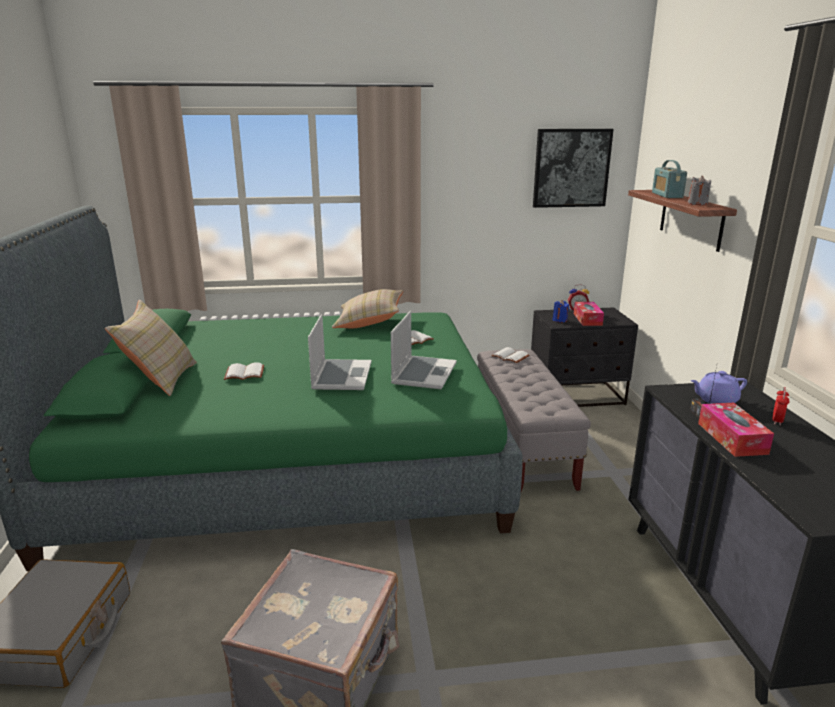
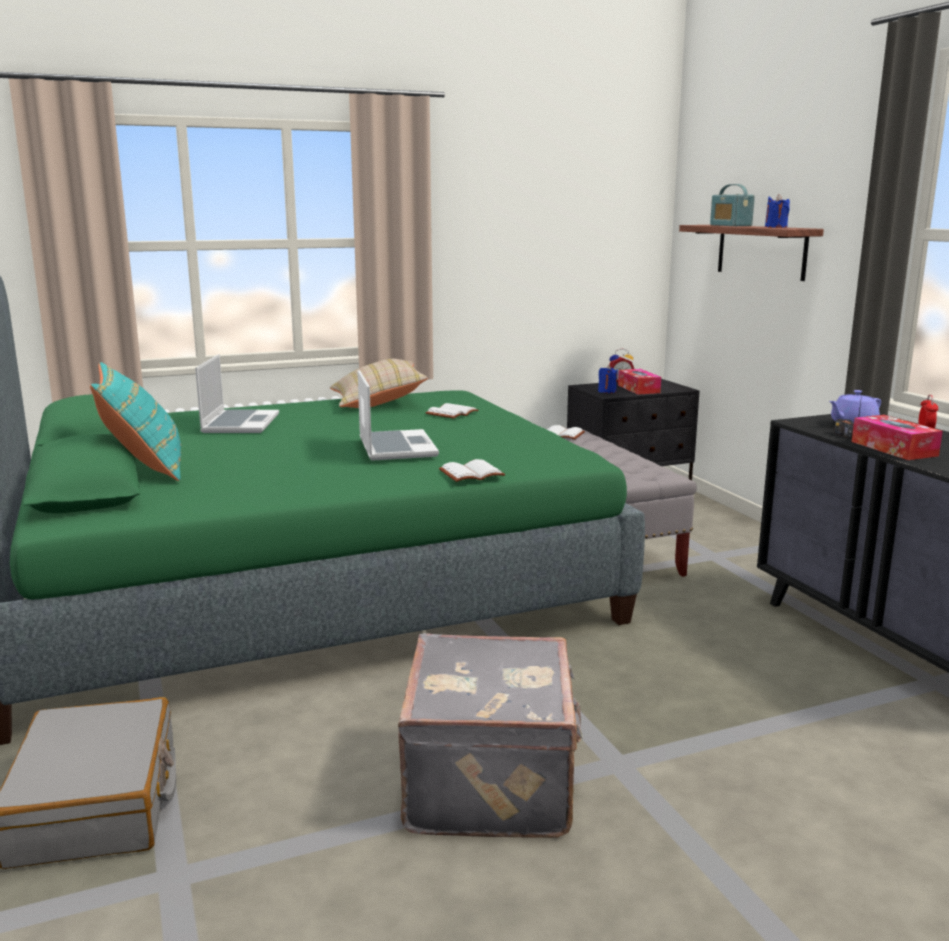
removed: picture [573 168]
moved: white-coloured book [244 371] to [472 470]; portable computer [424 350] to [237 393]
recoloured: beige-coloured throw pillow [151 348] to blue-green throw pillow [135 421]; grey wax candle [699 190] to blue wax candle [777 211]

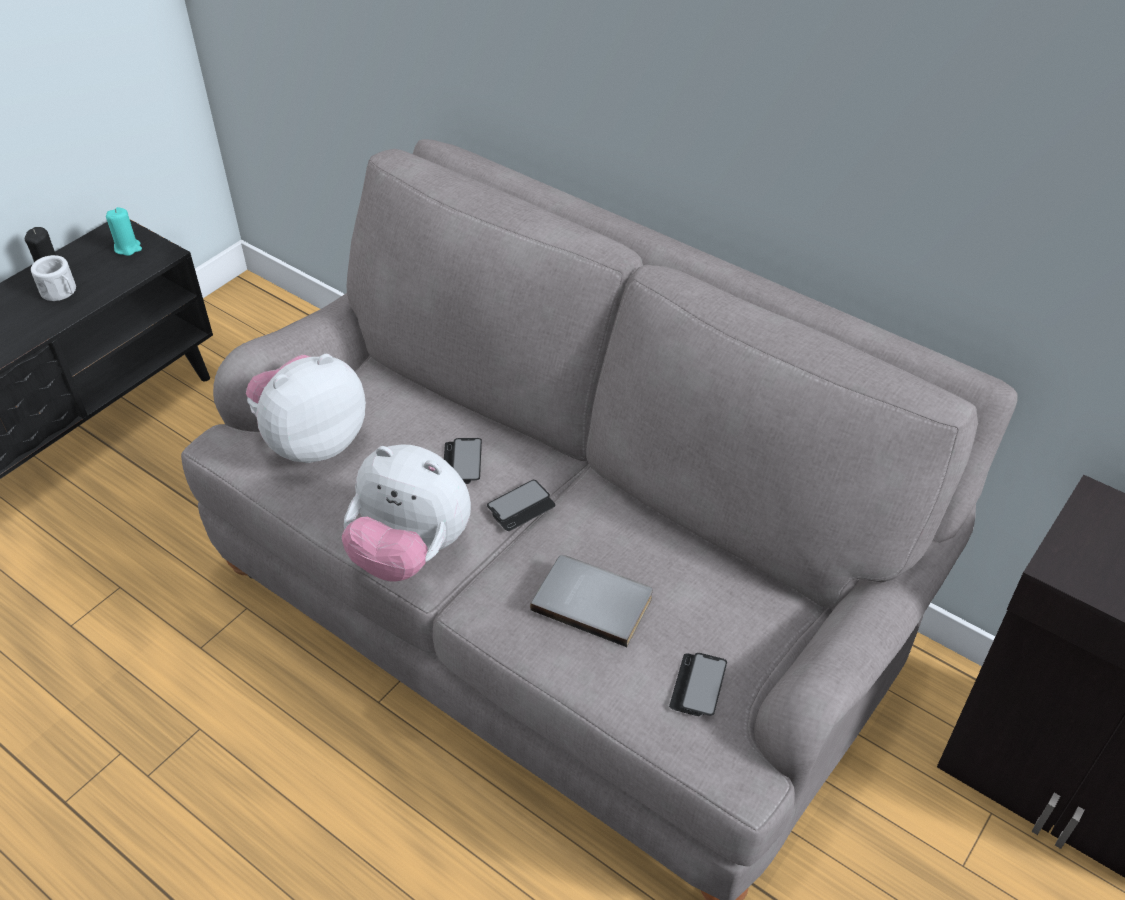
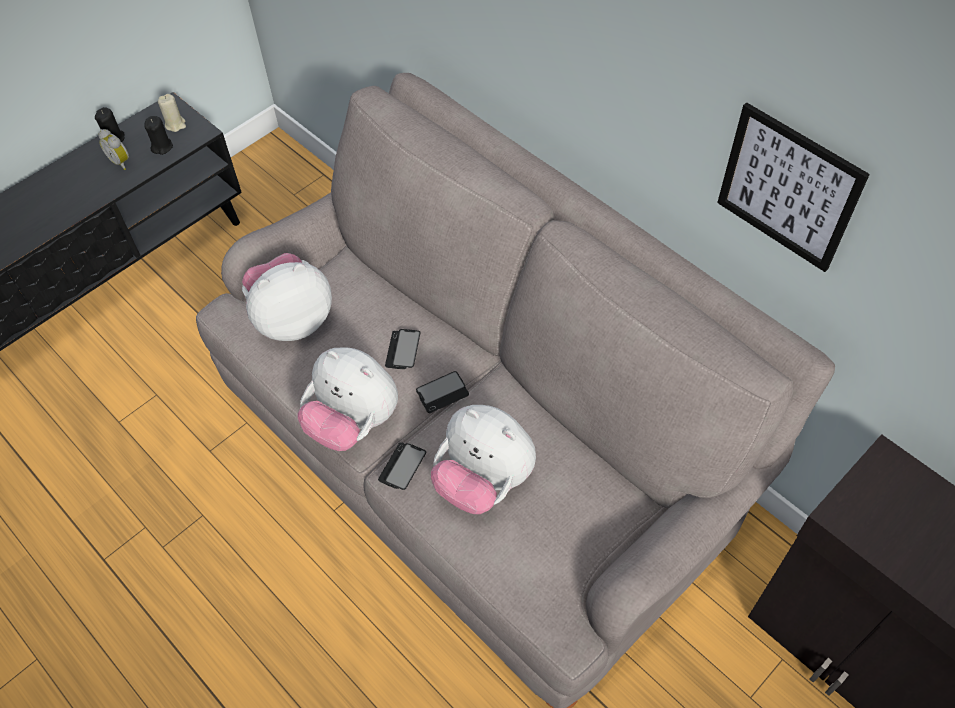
added: blackish wax candle [158 135]; picture [793 187]
moved: phone [698 684] to [402 466]
replaced: white-coloured mug [53 278] to bedside clock [113 149]; grey book [591 601] to soft toy [483 459]
recoloured: blue-green wax candle [124 231] to beige-coloured wax candle [172 113]

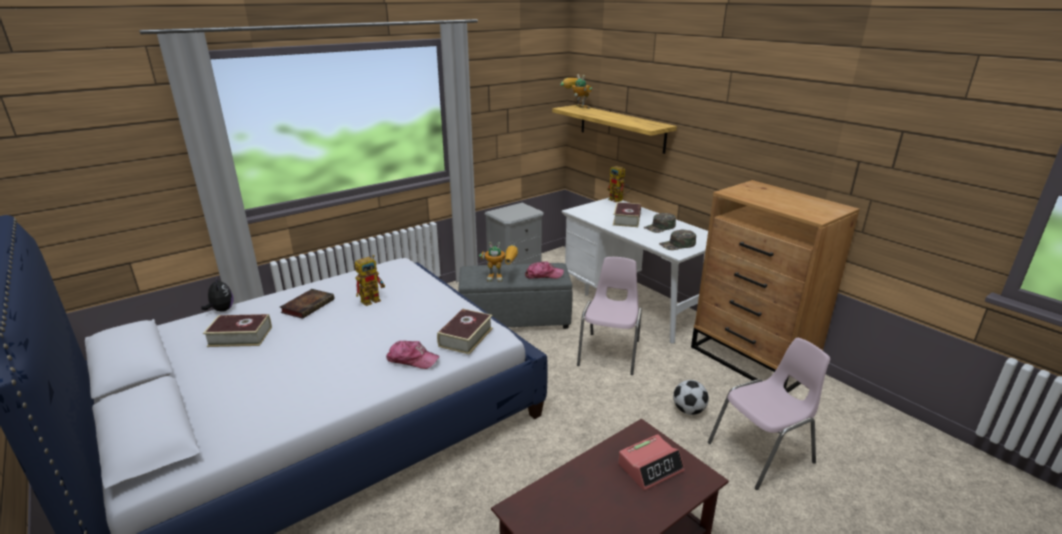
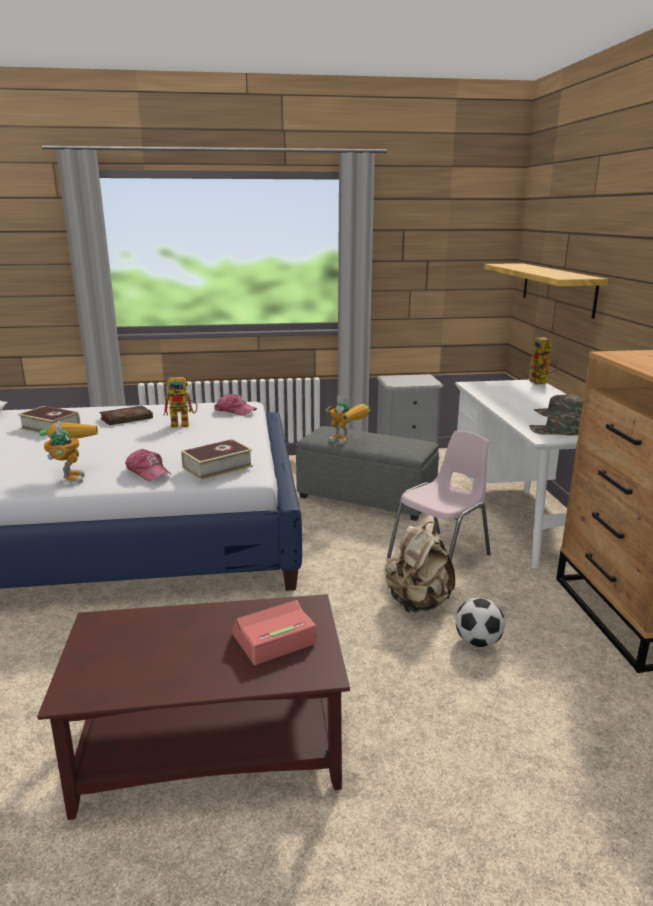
removed: soft toy [217 294]; book [627 214]; pink-coloured chair [769 414]
added: beige-coloured knapsack [420 567]
moved: peaked cap [544 270] to [236 405]; robot figure [576 91] to [68 452]
turned: bedside clock [651 462] = [274 632] 150 degrees clockwise

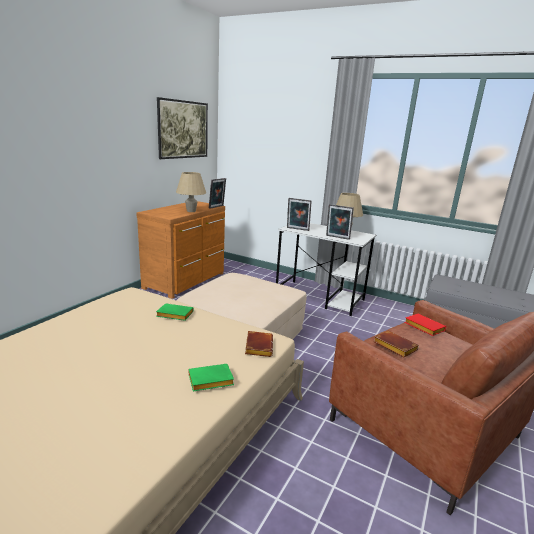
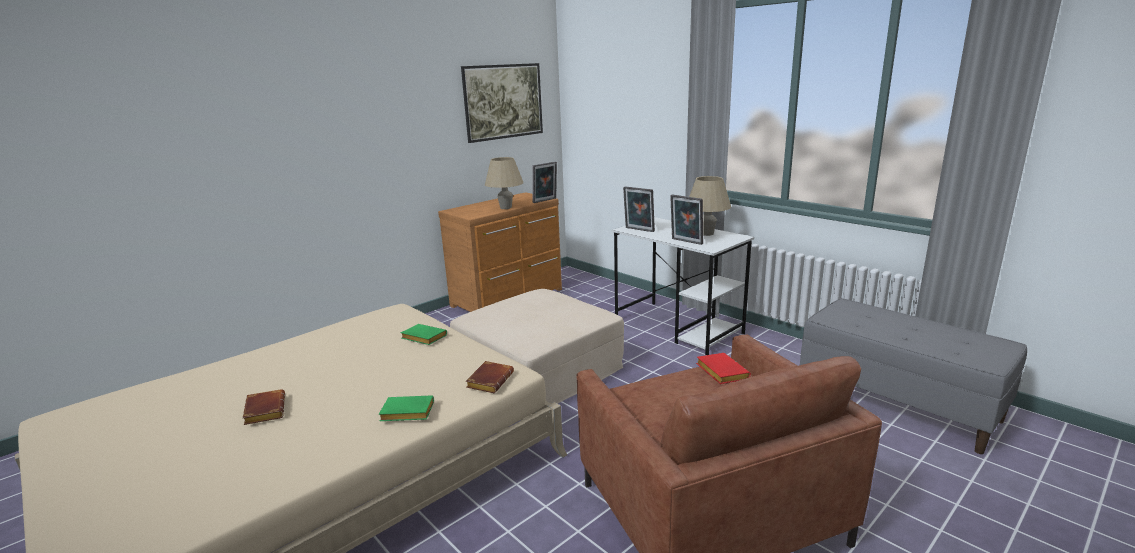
moved: brown book [396 344] to [264 407]

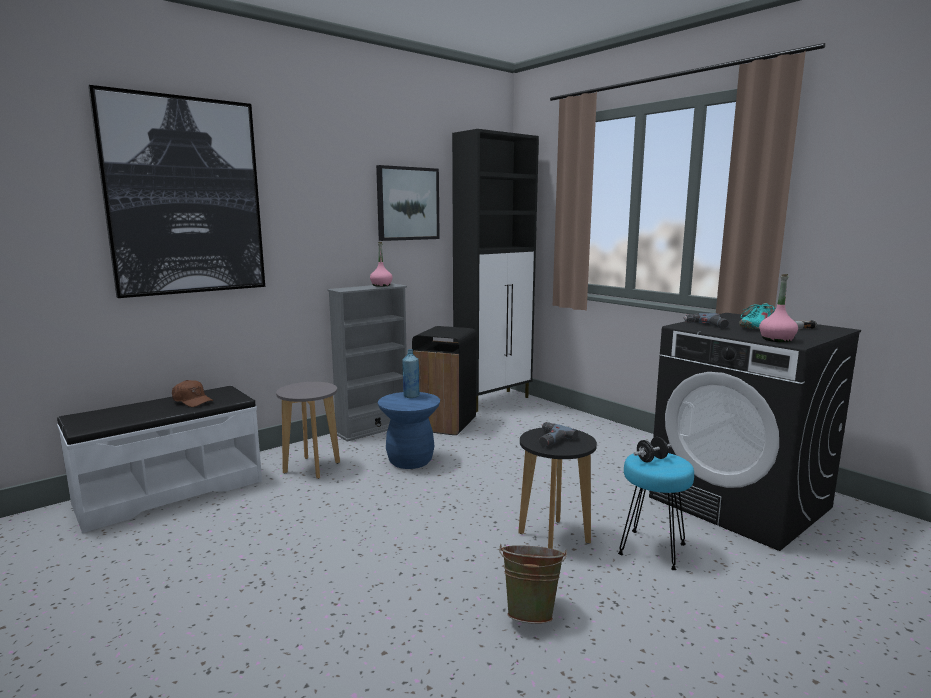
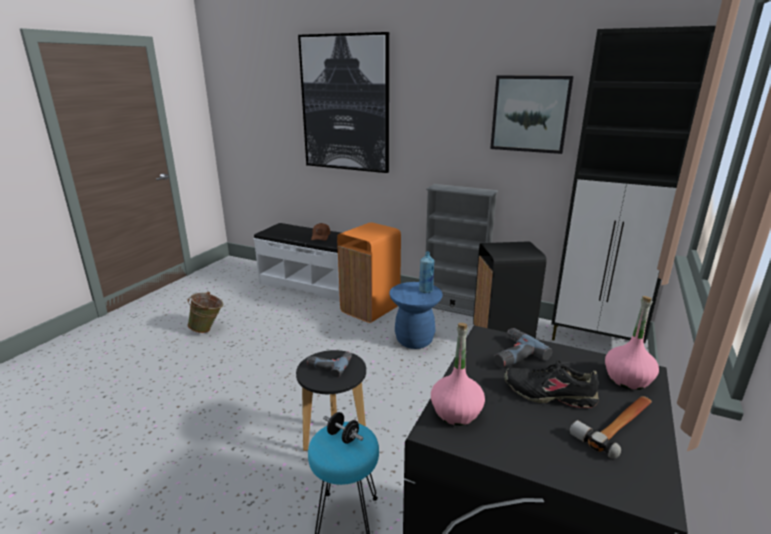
moved: pink-coloured bottle [381 264] to [632 343]; greenish pail [533 584] to [205 312]
replaced: grey stool seat [308 430] to orange rubbish bin [369 272]
recoloured: blue-green item of footwear [757 316] to blackish item of footwear [551 384]

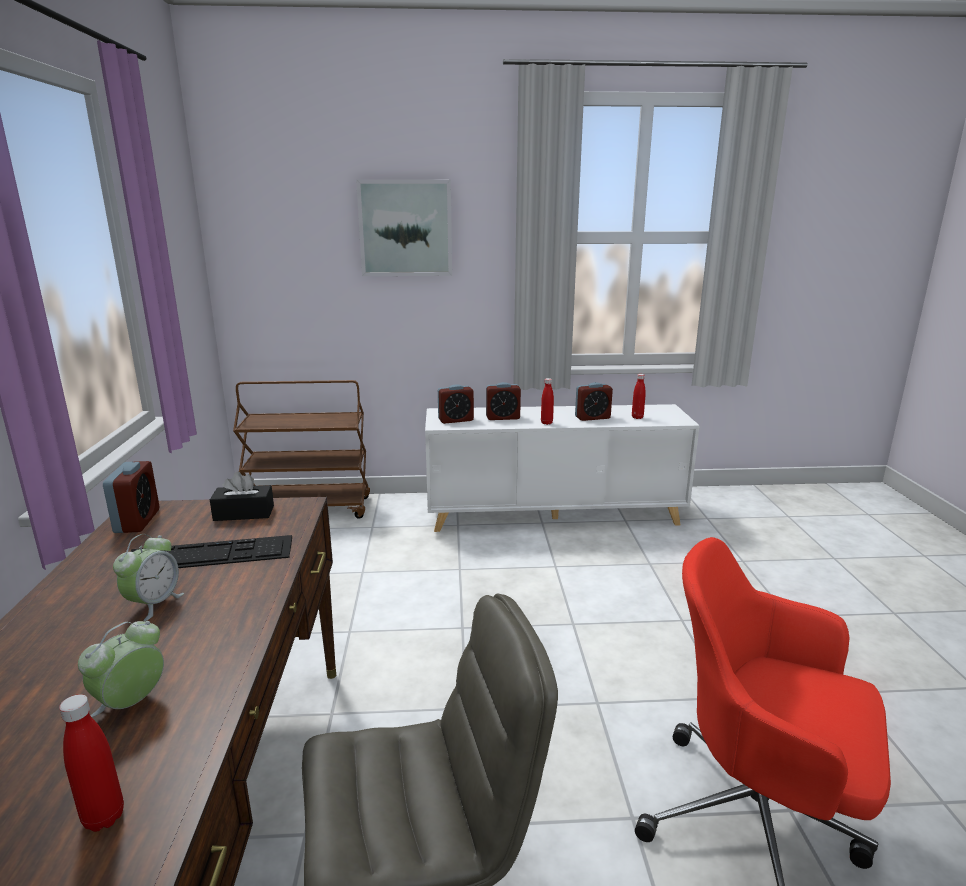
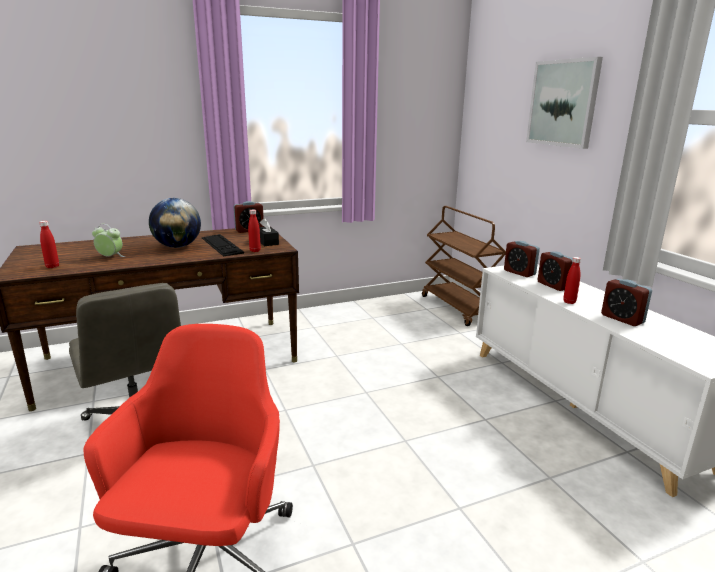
moved: red-coloured bottle [639 396] to [254 230]
replaced: bedside clock [148 577] to world globe [175 223]

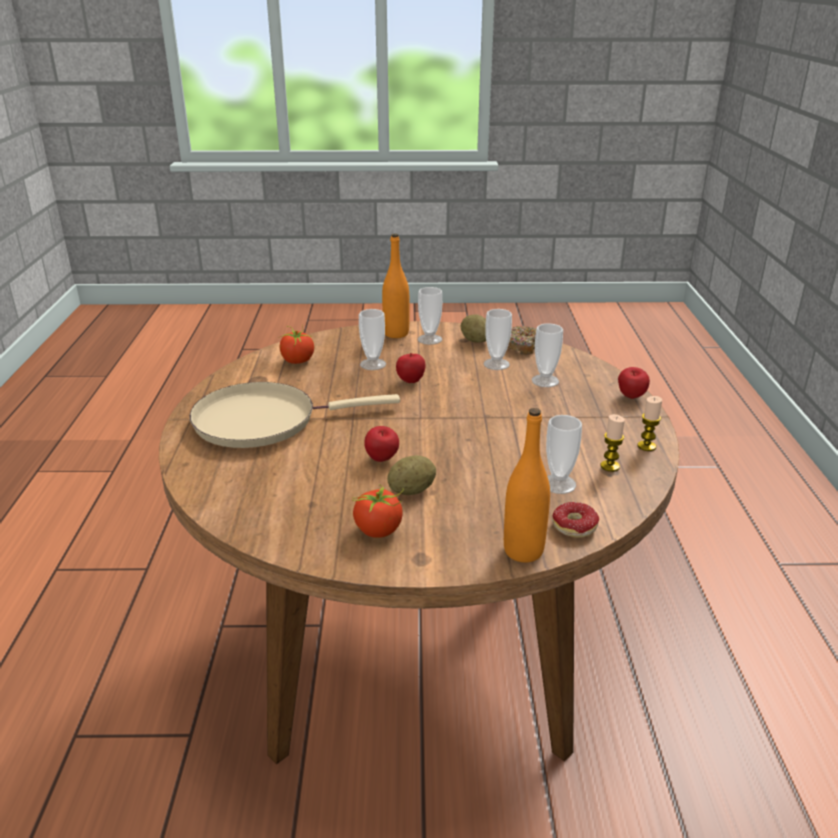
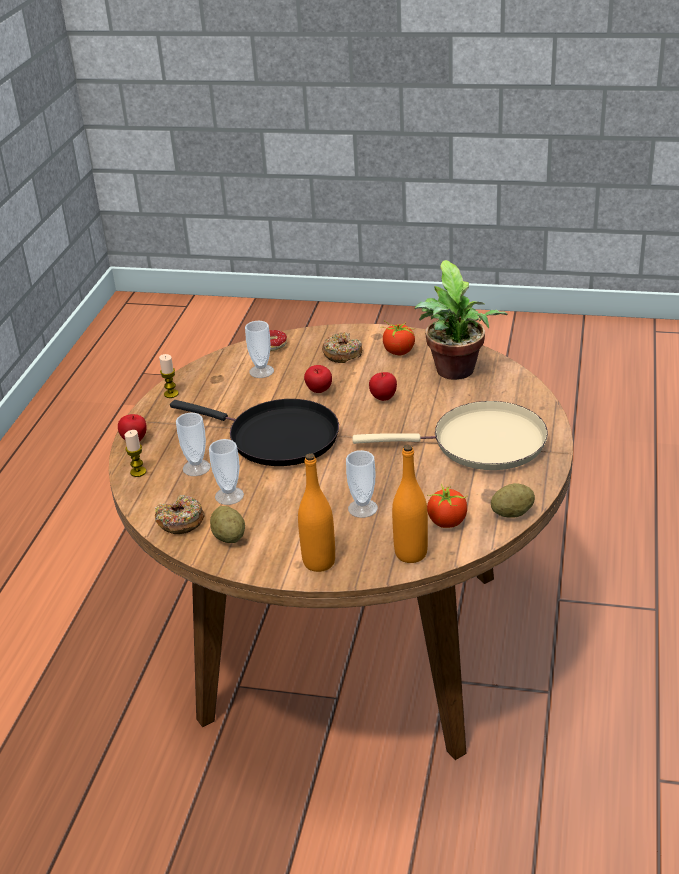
removed: small cup [430 316]
added: blackish pan [254 432]; donut [342 347]; potted plant [461 320]
moved: spud [411 475] to [513 500]; whole apple [410 368] to [318 379]; orange bottle [527 485] to [410 503]; wax candle [613 443] to [135 453]

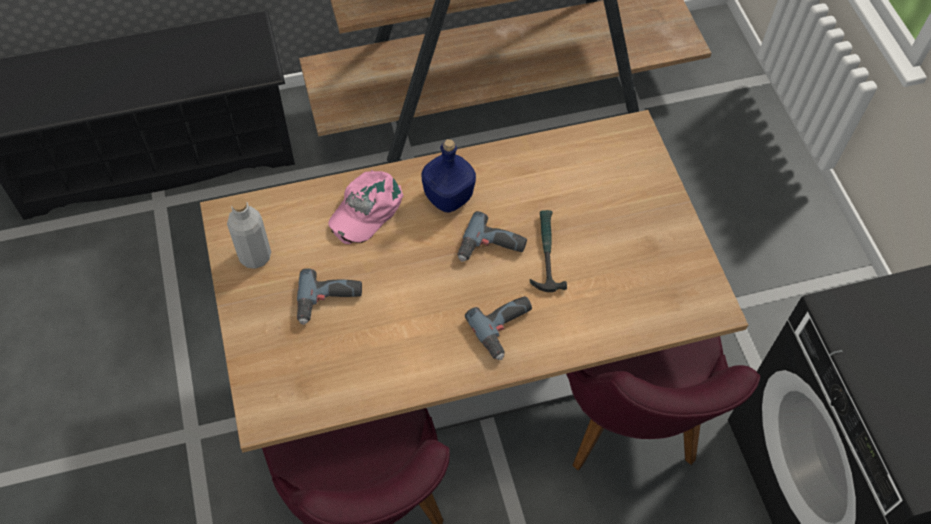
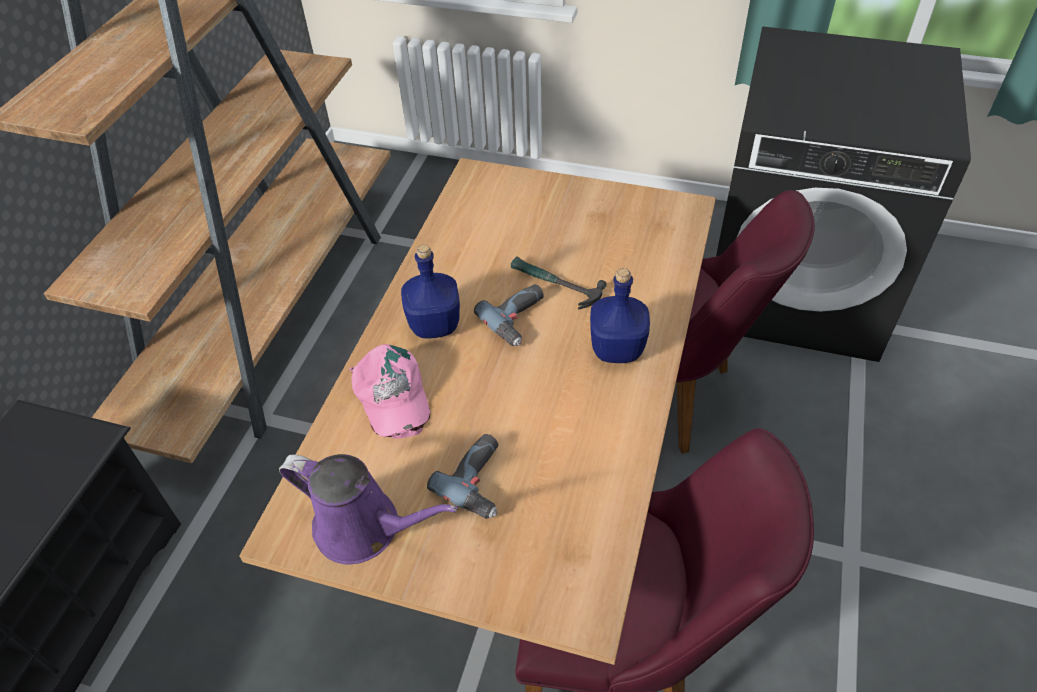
replaced: grey bottle [249 233] to purplish sprinkling can [368 509]; drill [498 328] to blue bottle [620 315]

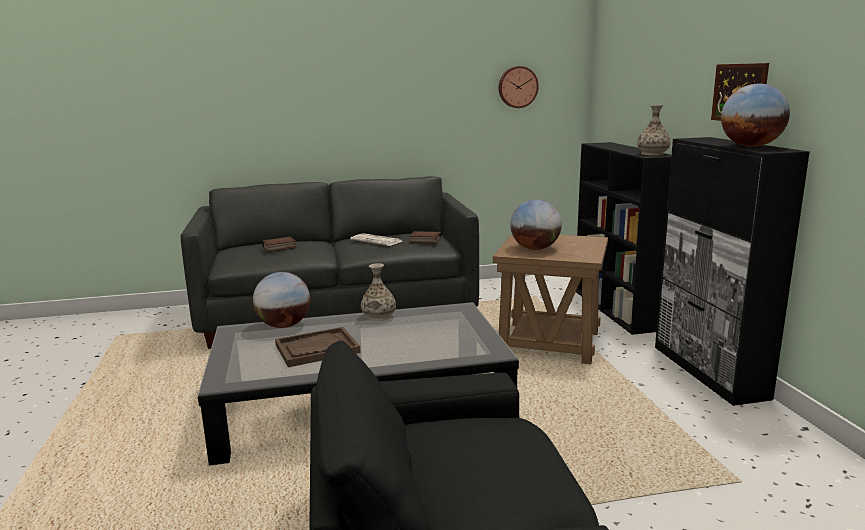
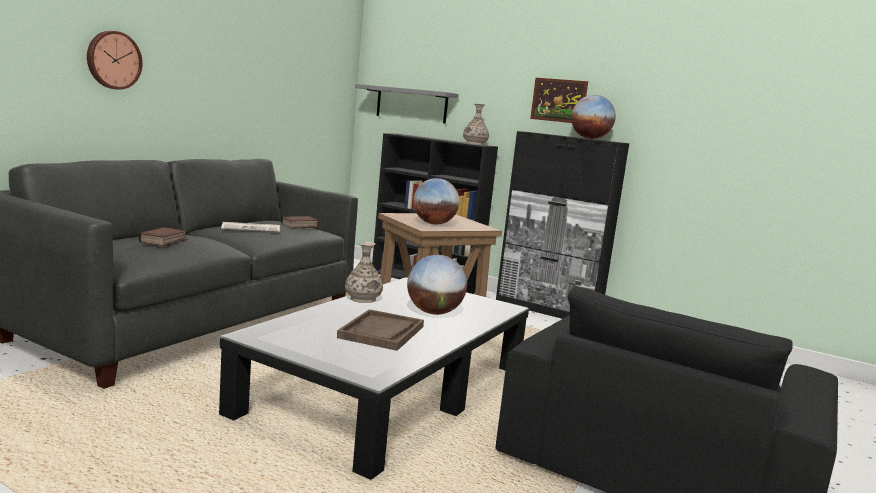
added: grey bracket shelf [407 104]
moved: world globe [281 300] to [437 285]; clock on the wall [519 87] to [115 60]

